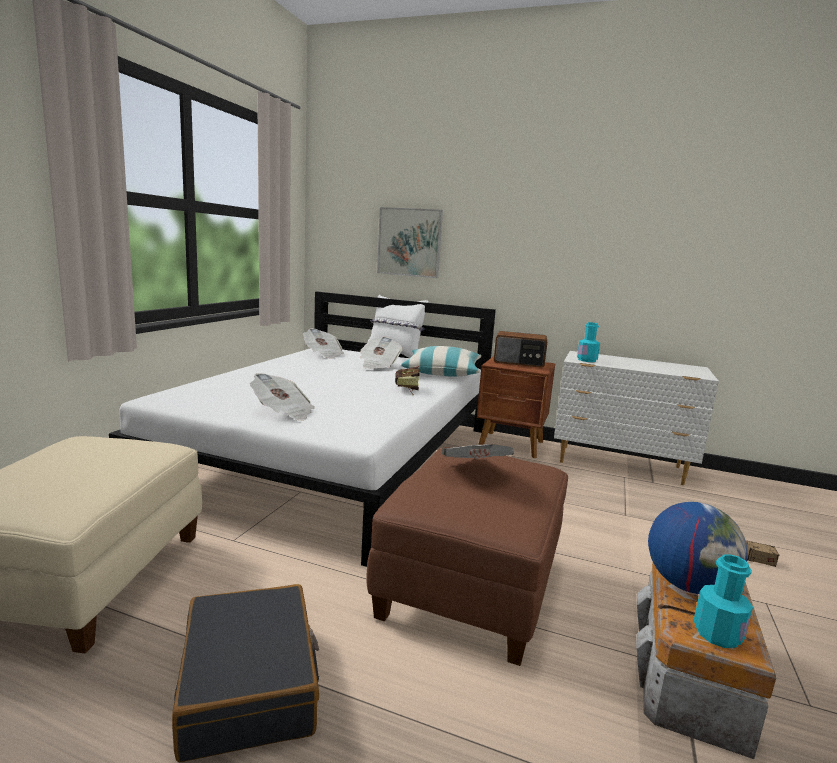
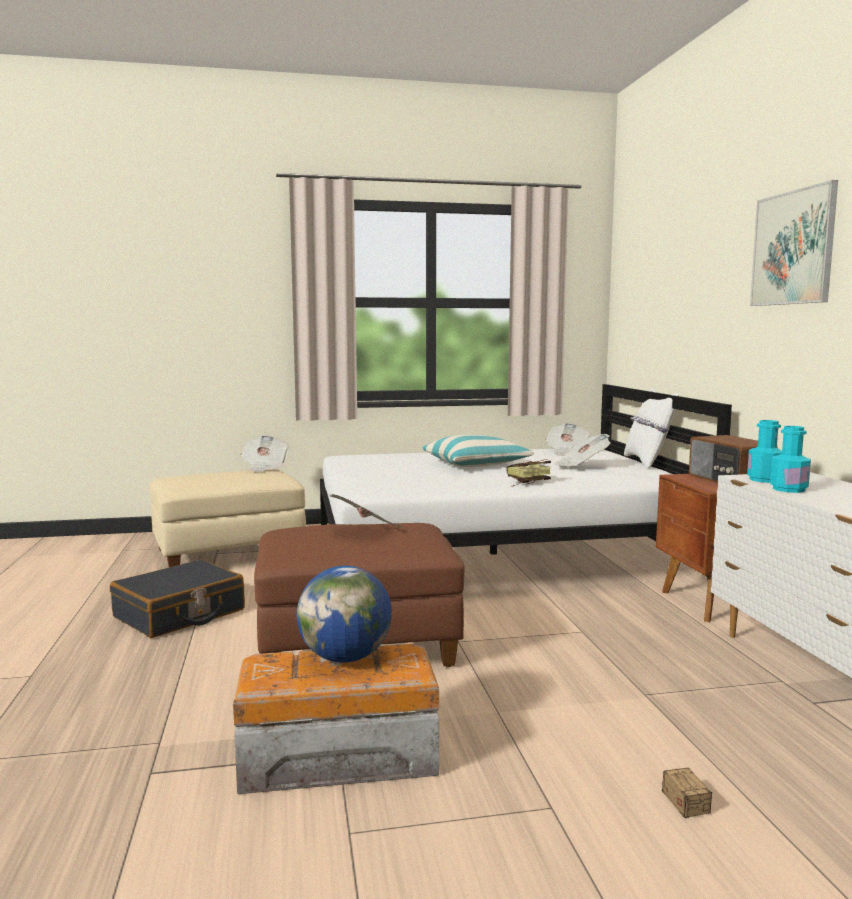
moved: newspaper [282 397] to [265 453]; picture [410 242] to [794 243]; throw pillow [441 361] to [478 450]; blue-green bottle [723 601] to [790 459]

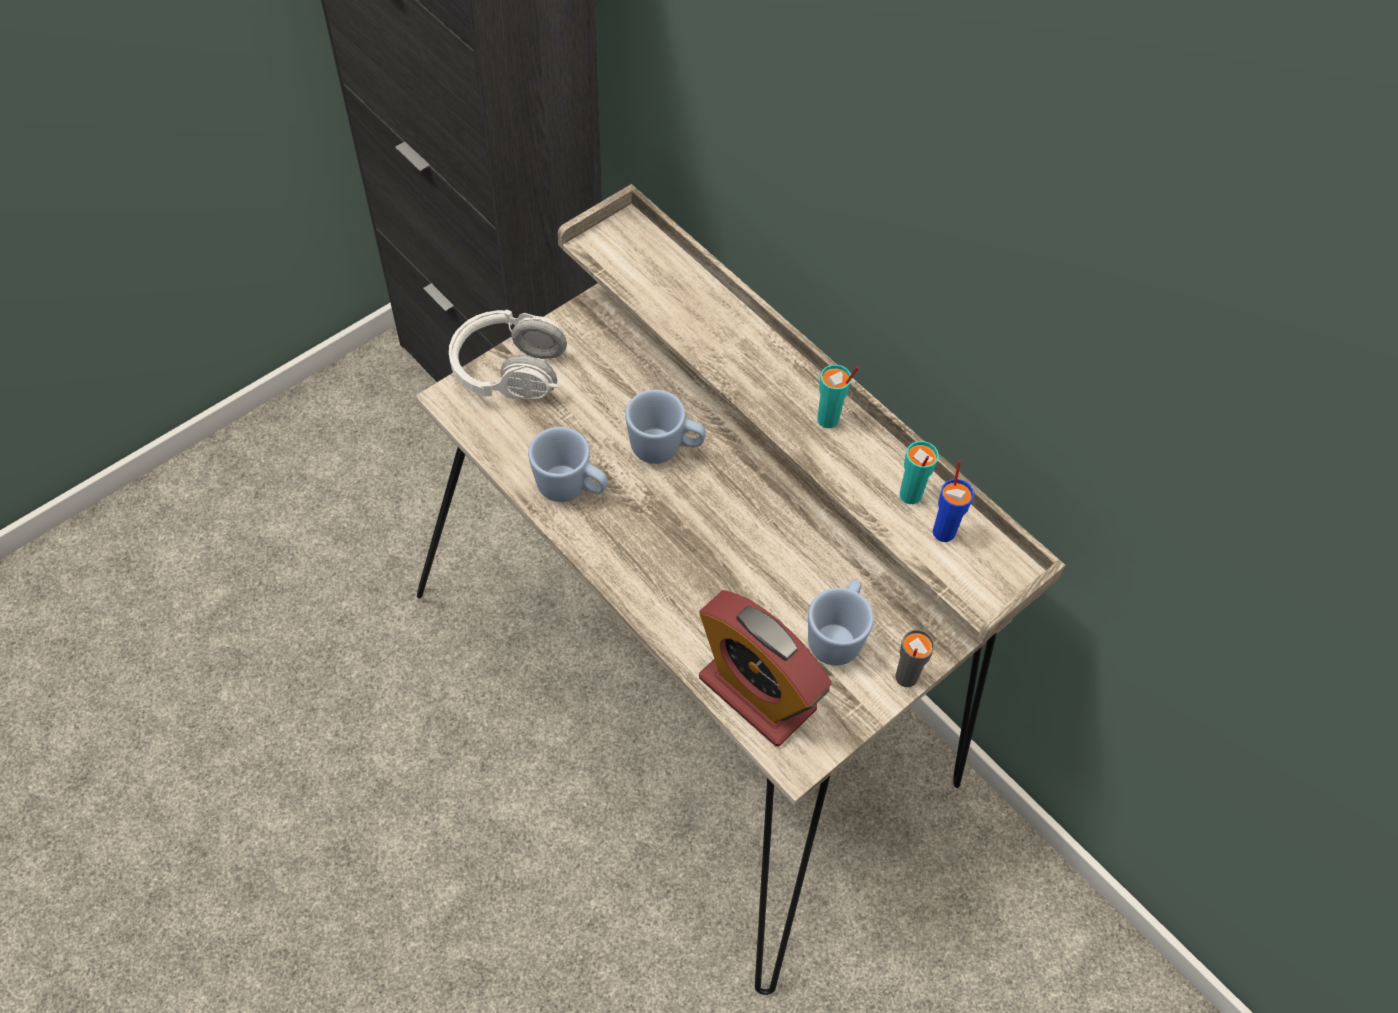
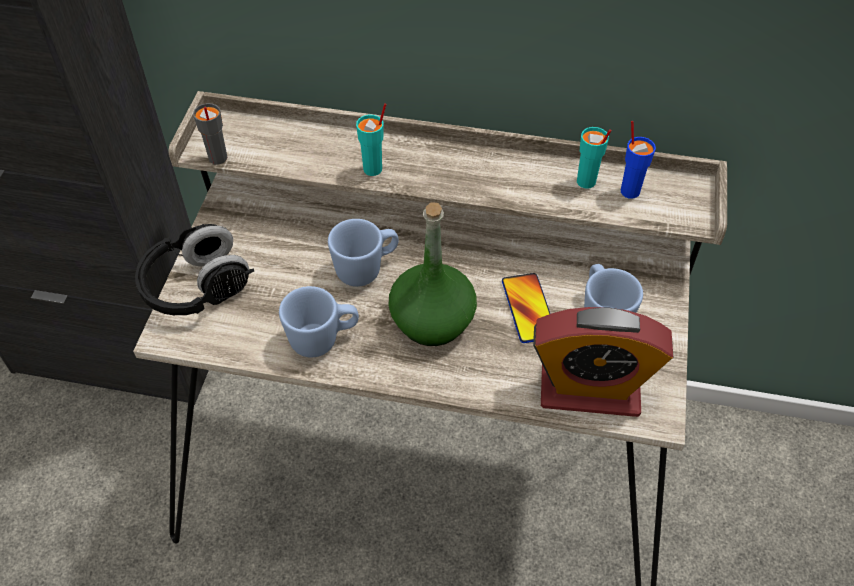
added: greenish bottle [433 274]; phone [526 308]
moved: blue-green small cup [838 396] to [371 139]; grey small cup [915 658] to [210 133]
recoloured: white-coloured pair of headphones [508 354] to blackish pair of headphones [194 269]

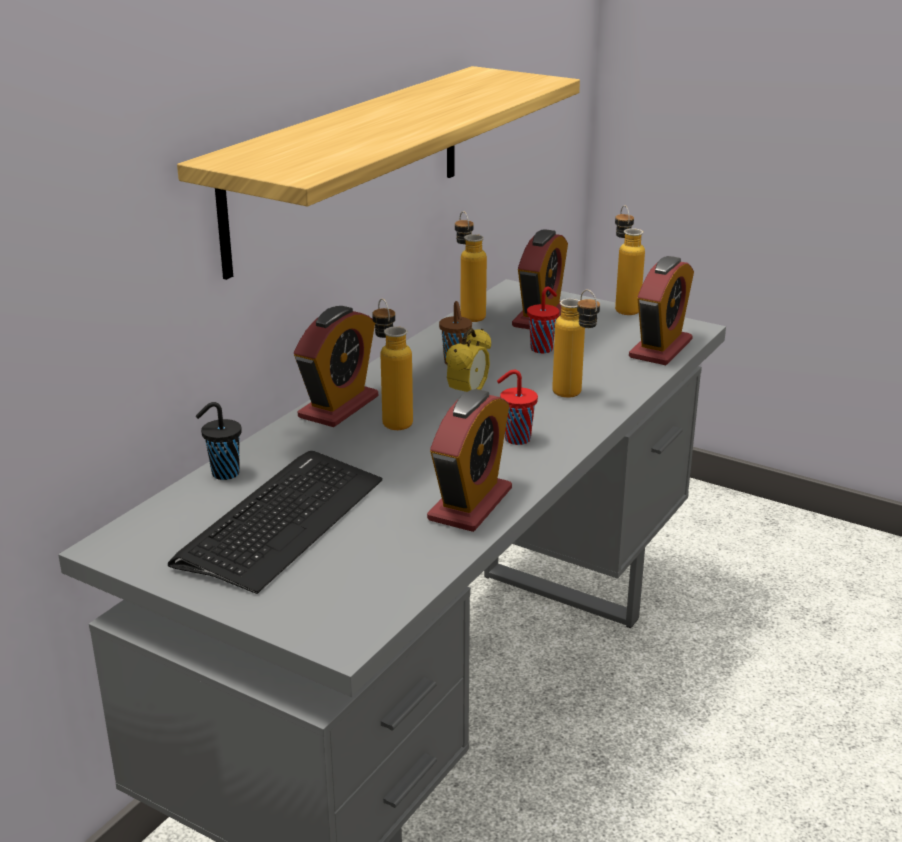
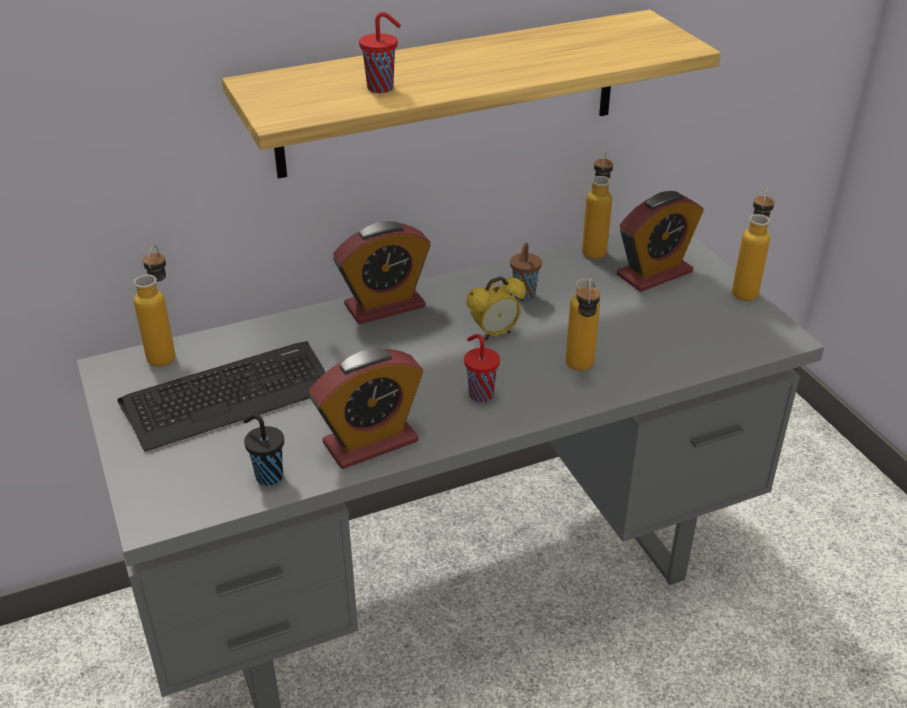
removed: bedside clock [661 310]
moved: blackish small cup [219 441] to [264 450]; bottle [392 364] to [154 306]; red-coloured small cup [543 320] to [380 52]

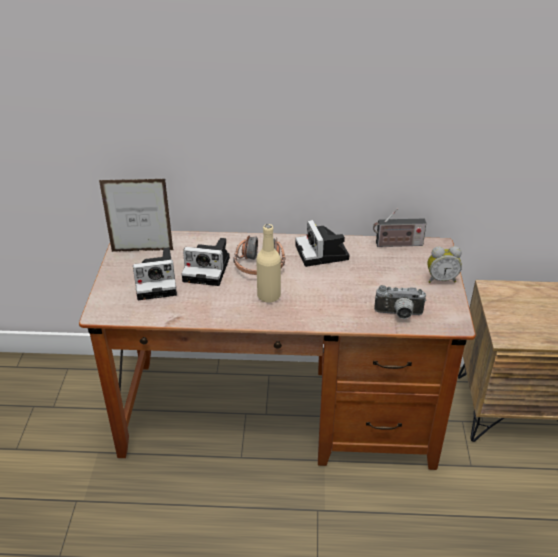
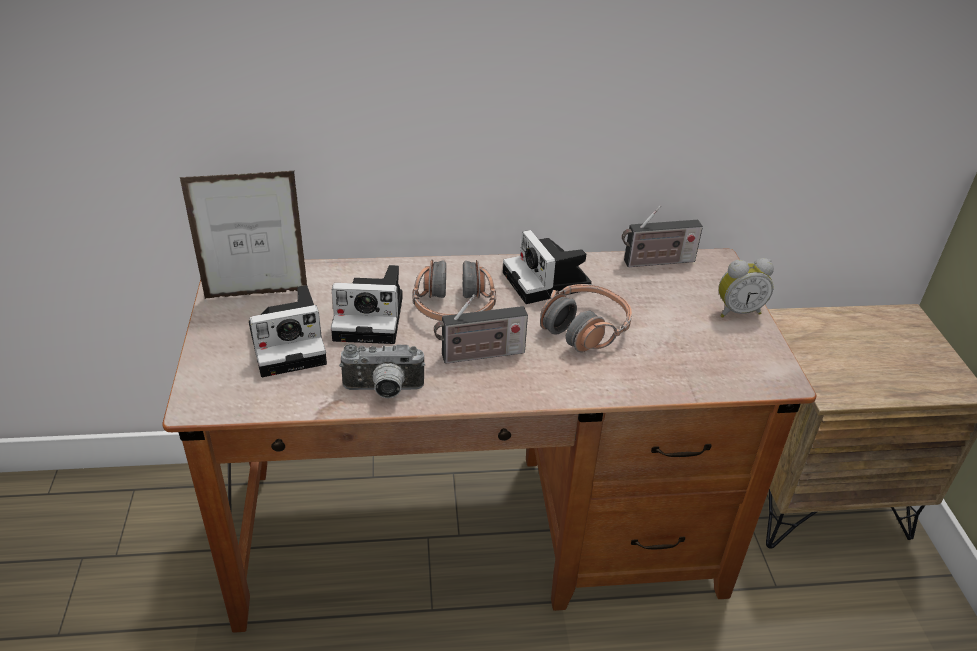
added: pair of headphones [586 318]
moved: still camera [400 302] to [382 371]
replaced: beige-coloured bottle [268 263] to radio receiver [481 329]

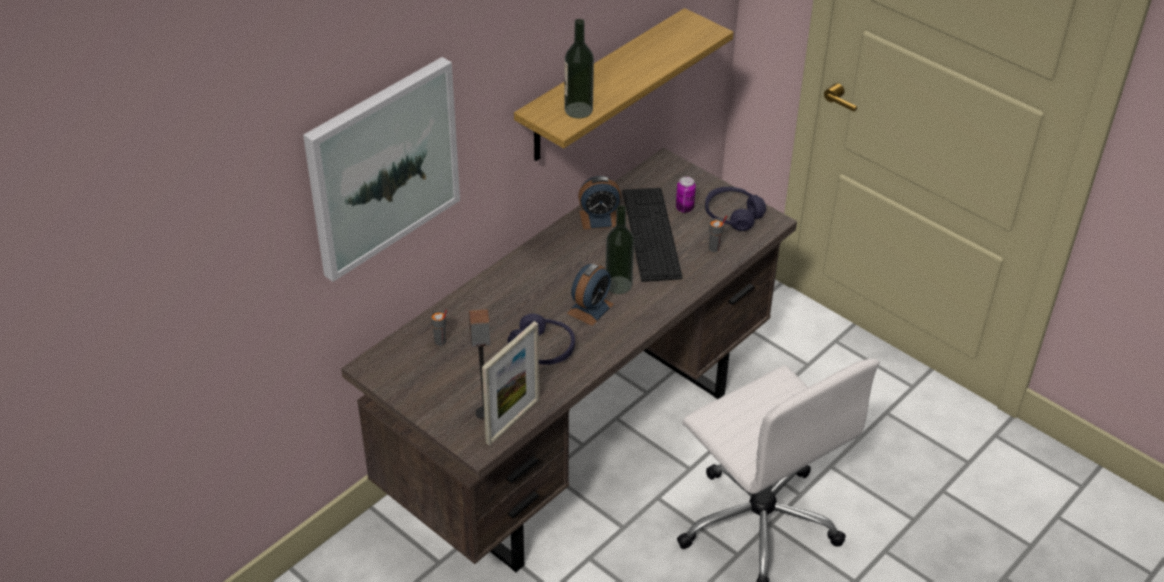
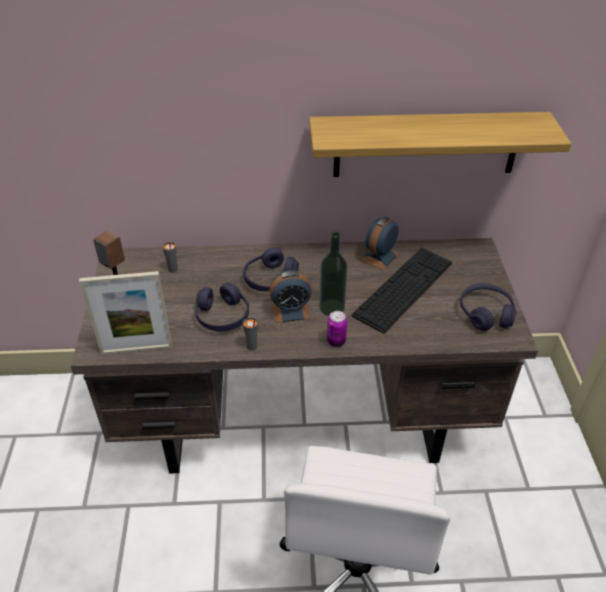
removed: picture [381 169]; bottle [579 69]
added: purplish pair of headphones [271 269]
moved: sealed can [686 195] to [337 329]; grey small cup [718 233] to [250 334]
turned: bedside clock [599 203] = [380 243] 90 degrees clockwise

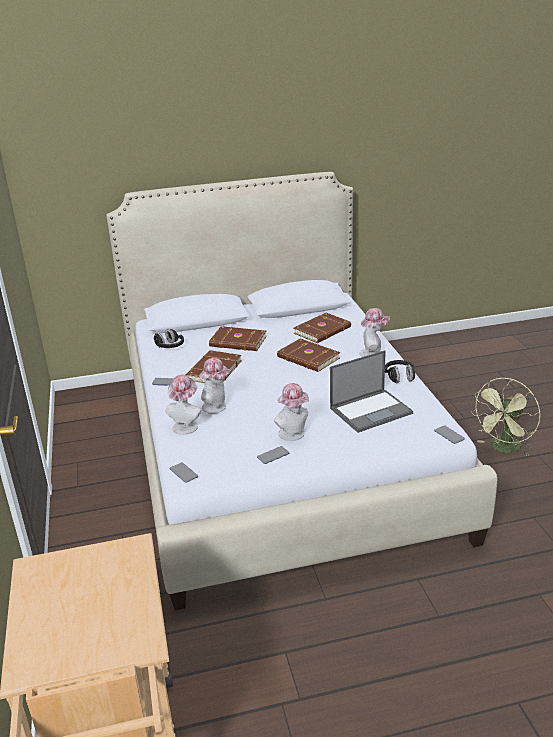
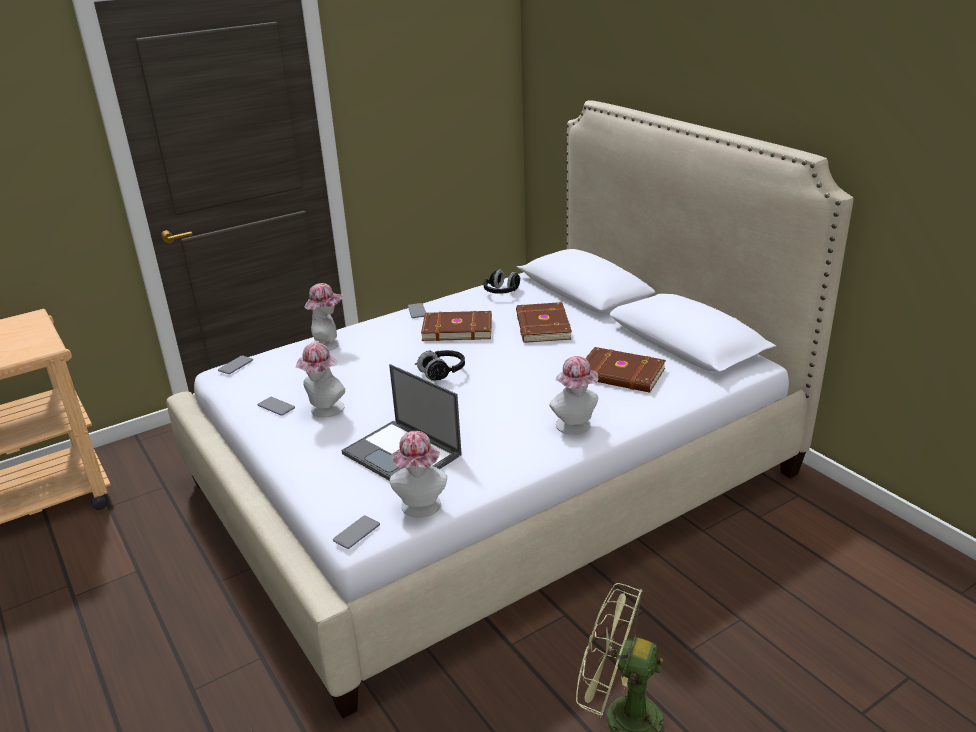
removed: brown book [308 355]
moved: wearable hat [215 386] to [418 474]; blackish pair of headphones [400 371] to [440 365]

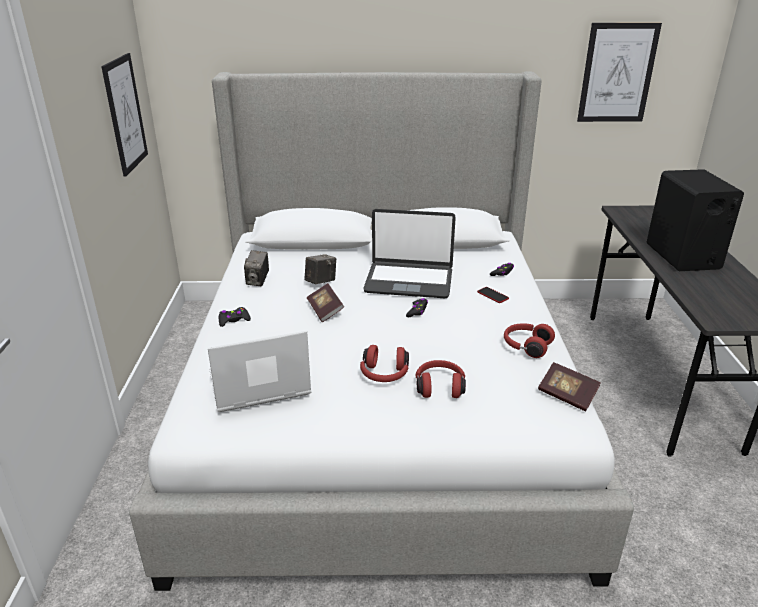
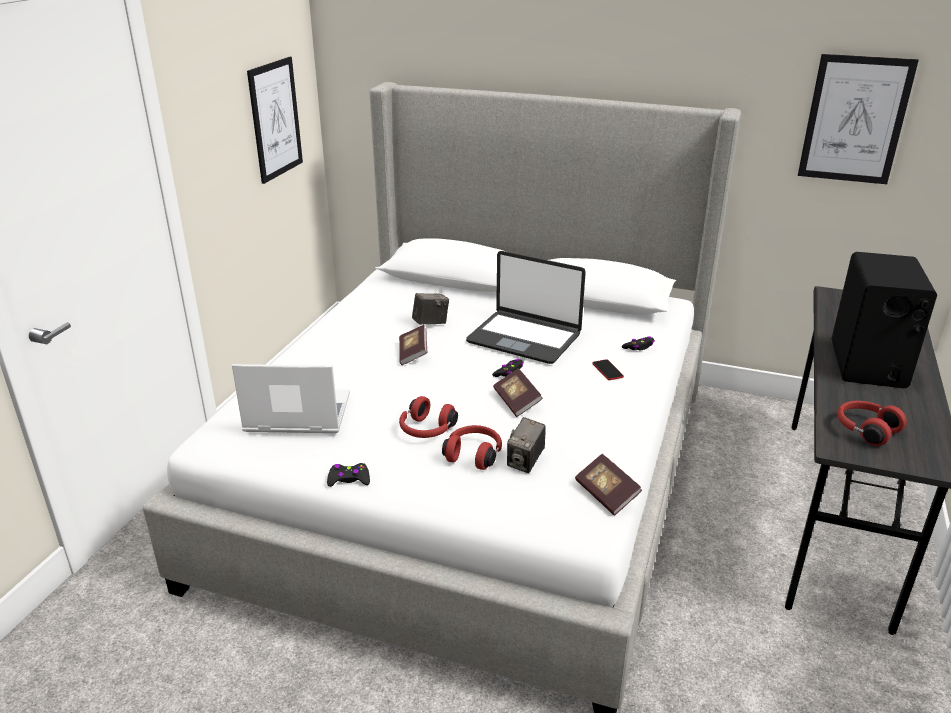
added: book [518 392]
moved: blackish game controller [235 317] to [348 475]; still camera [256 268] to [526 445]; red-coloured pair of headphones [529 340] to [872 423]

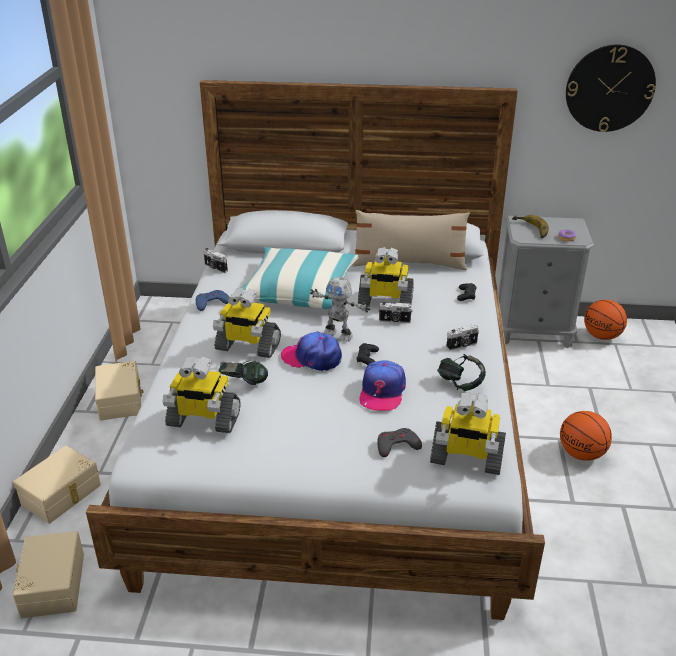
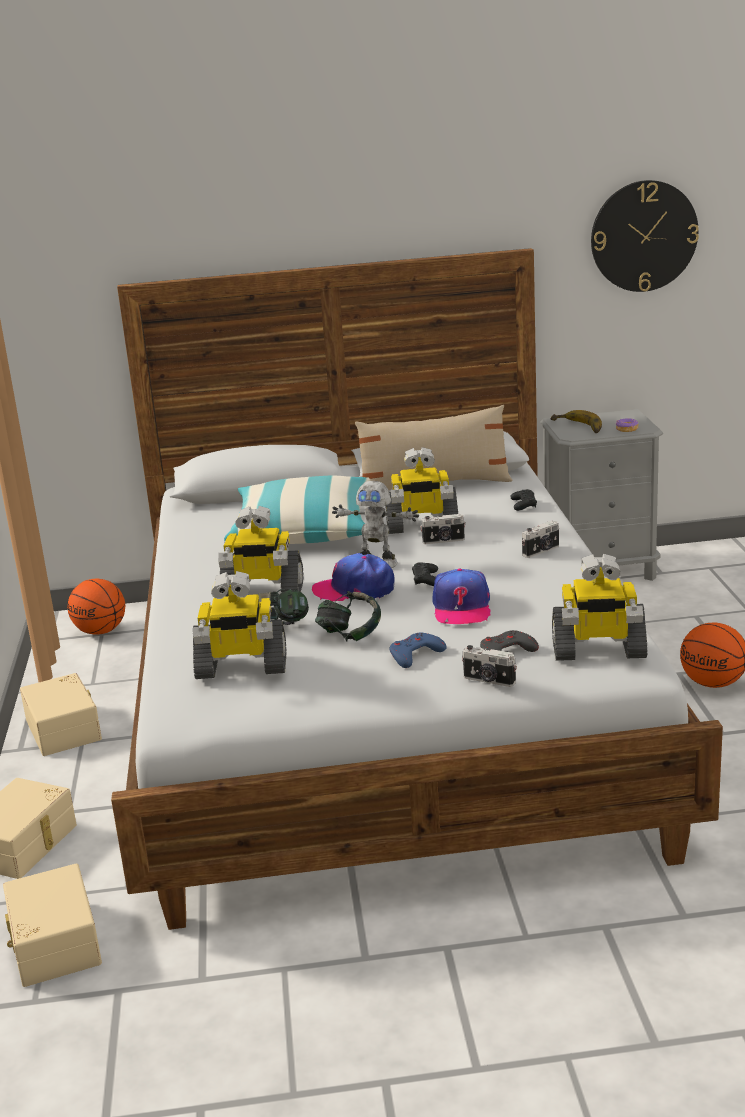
moved: blue game controller [212 300] to [418 650]; still camera [216 260] to [489 666]; pair of headphones [461 372] to [348 616]; basketball ball [605 320] to [96 607]

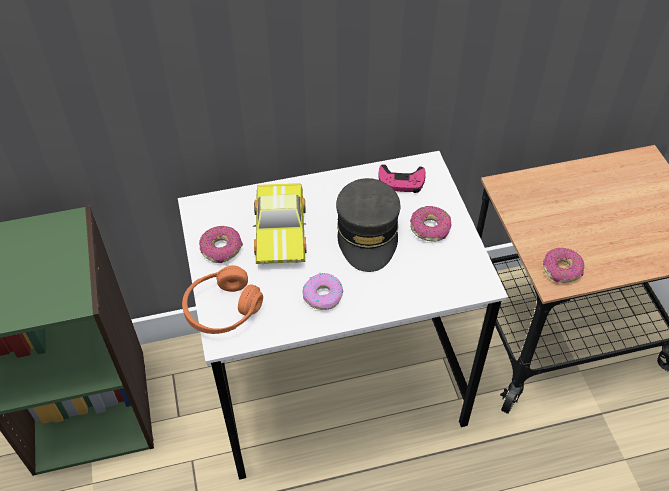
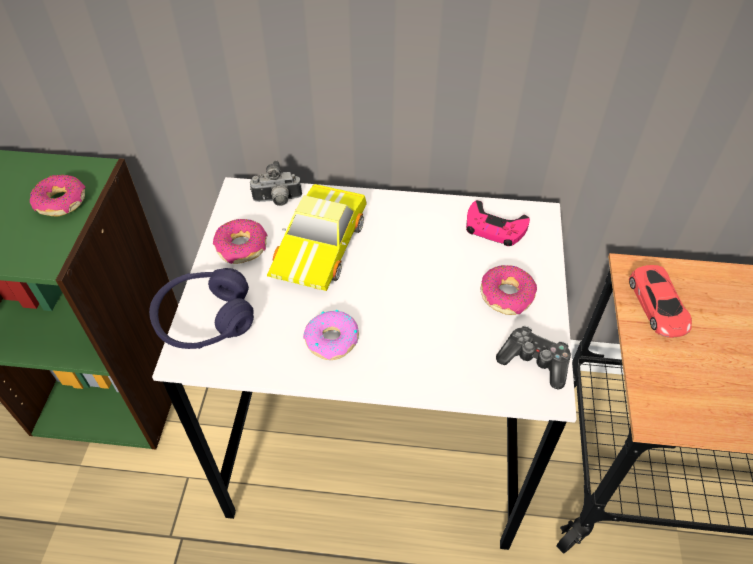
removed: grey peaked cap [368 225]
added: still camera [276 183]; game controller [533 358]; red-coloured model car [660 301]
moved: donut [563 265] to [57 196]
recoloured: orange pair of headphones [222 299] to purplish pair of headphones [201 308]

